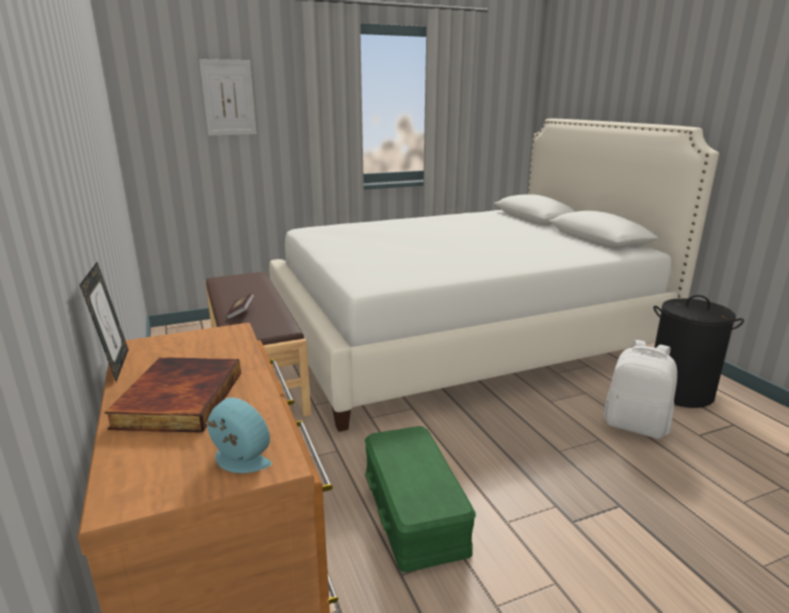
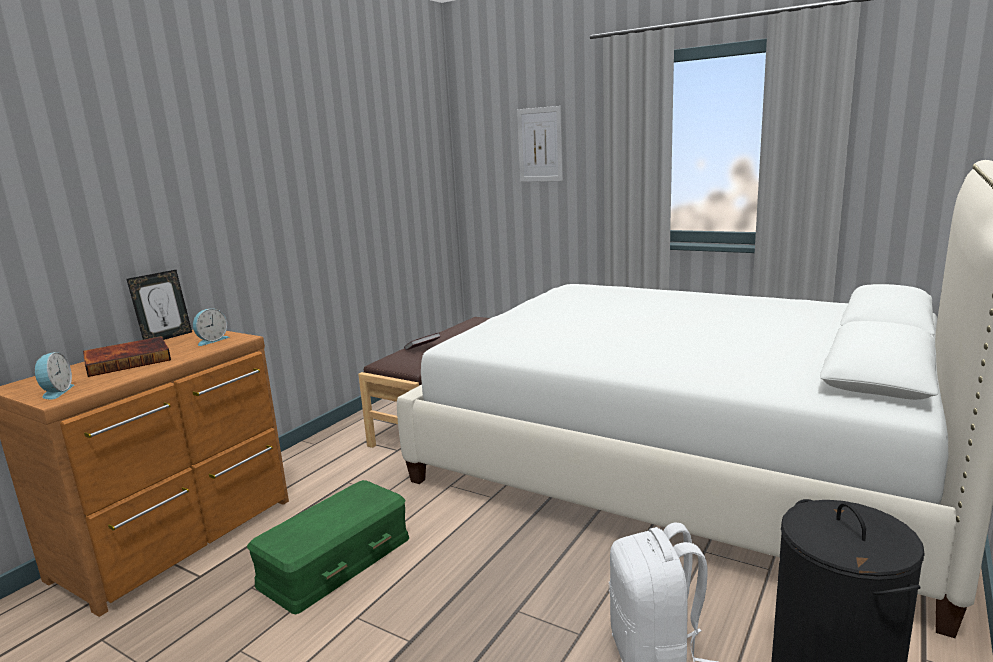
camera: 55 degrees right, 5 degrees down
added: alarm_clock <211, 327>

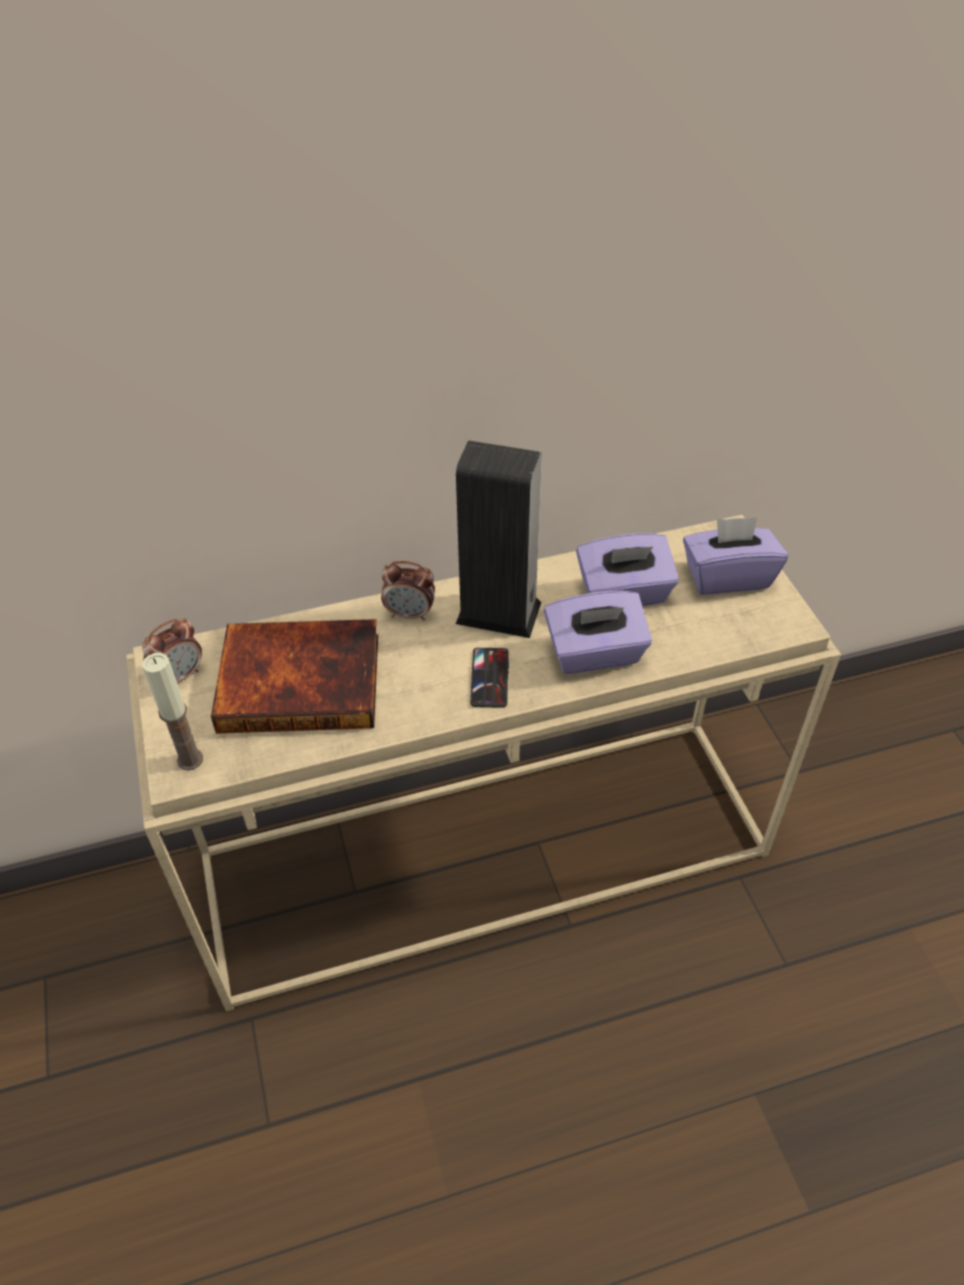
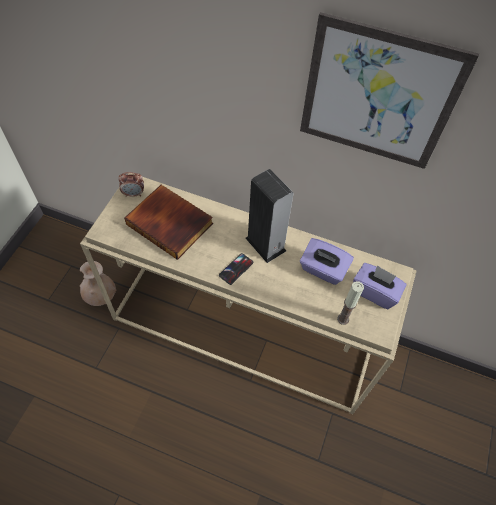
camera: 35 degrees right, 10 degrees up
removed: alarm_clock <408, 591>; purple_tissue_box <598, 632>
added: beige_vase <98, 283>; picture <389, 90>
moved: candle <172, 712> to <350, 303>

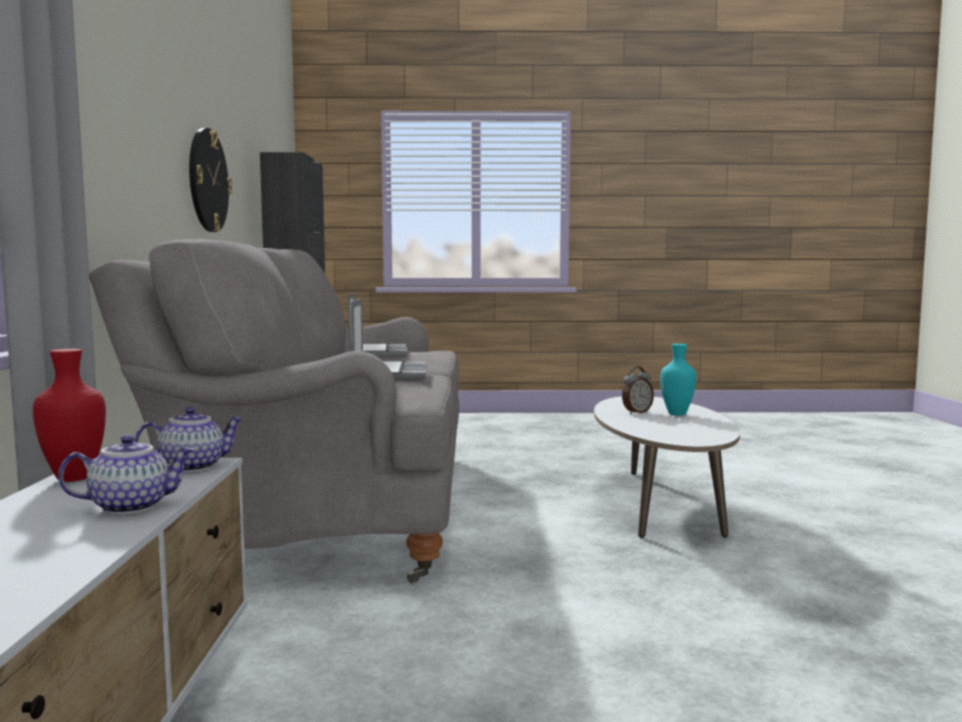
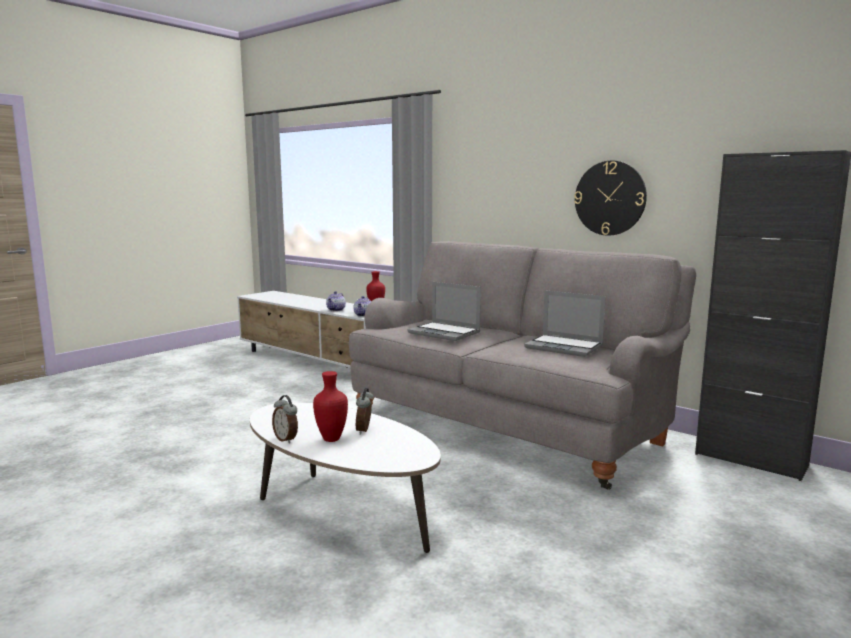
camera: 130 degrees right, 5 degrees up
added: alarm_clock <285, 419>
recoloured: turquoise_vase <678, 380> to red_vase <330, 406>

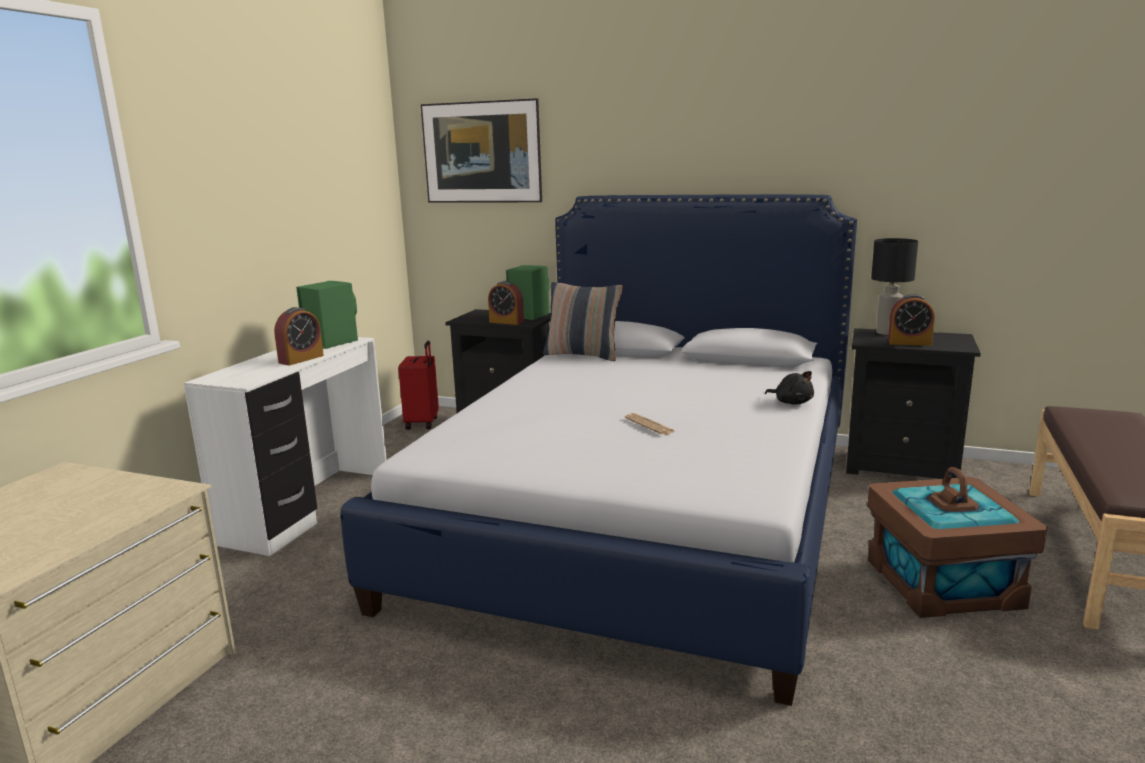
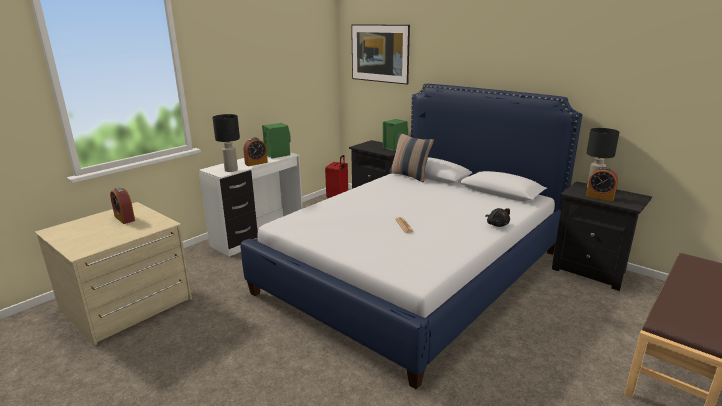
camera: 20 degrees right, 5 degrees up
removed: brown_storage_box <957, 542>
added: black_table_lamp <226, 143>
moved: alarm_clock <506, 303> to <122, 205>

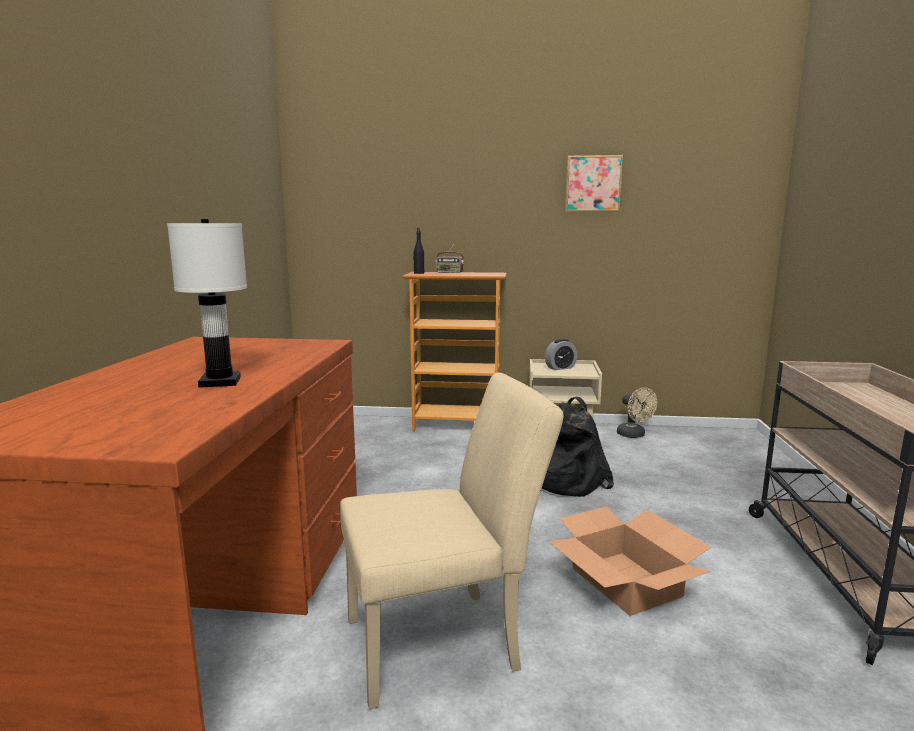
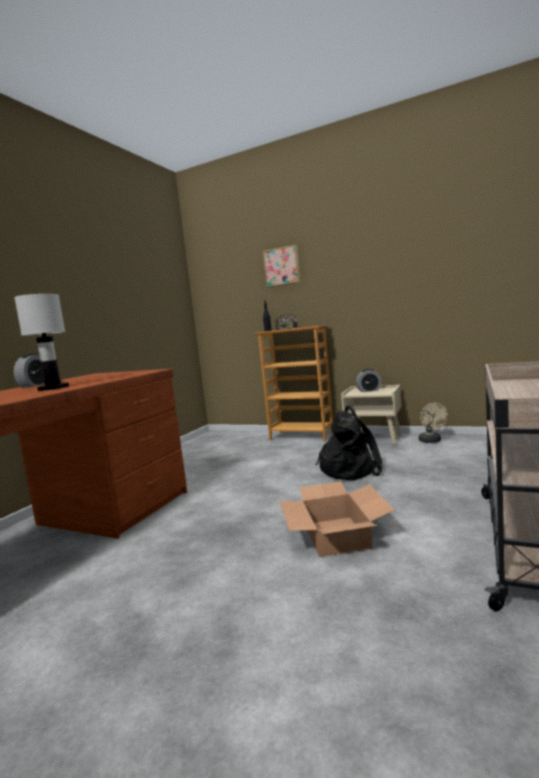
camera: 20 degrees right, 5 degrees down
removed: beige_chair <452, 541>
added: alarm_clock <29, 371>
moved: picture <594, 183> to <281, 266>

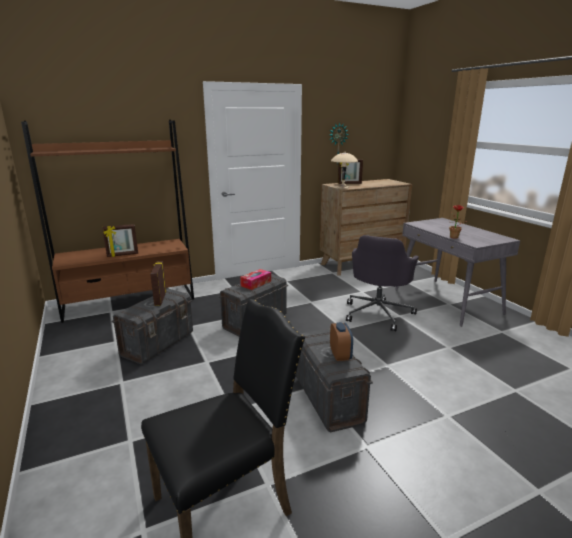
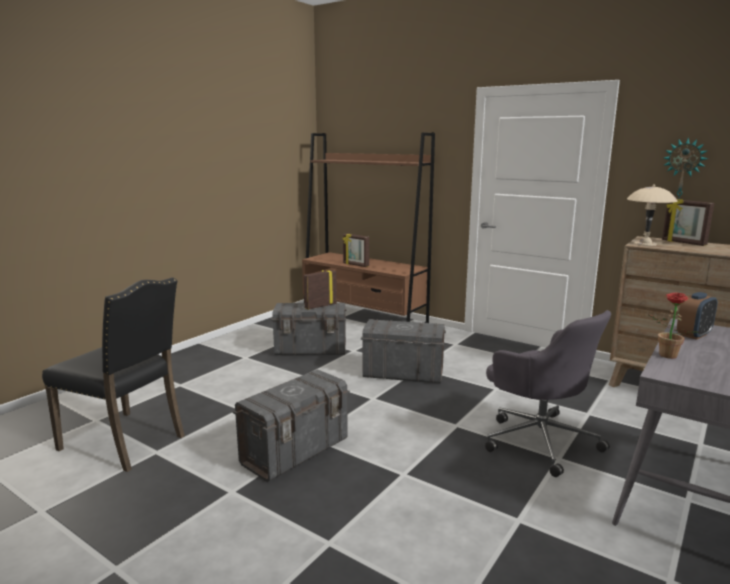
camera: 60 degrees right, 5 degrees down
removed: tissue_box <255, 279>
moved: alarm_clock <341, 341> to <697, 316>
turned: grey_office_chair <382, 283> = <548, 393> 120 degrees counterclockwise

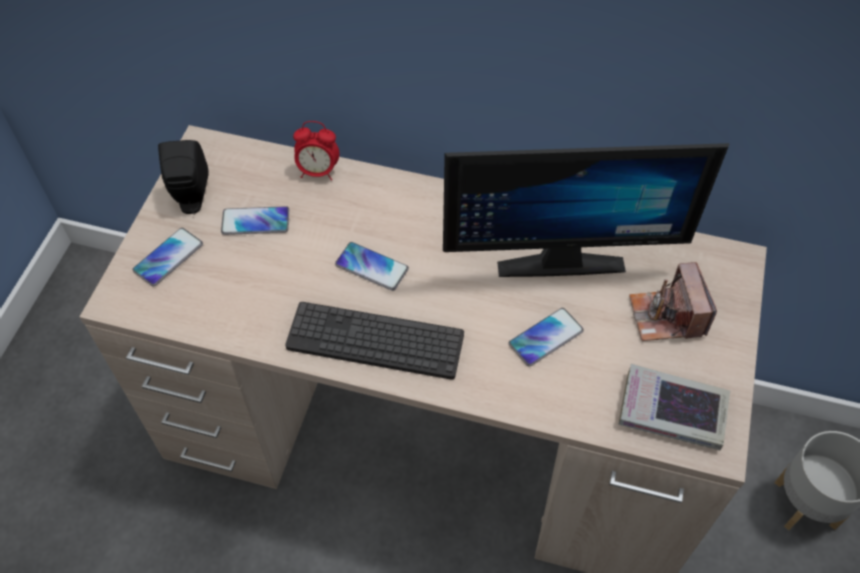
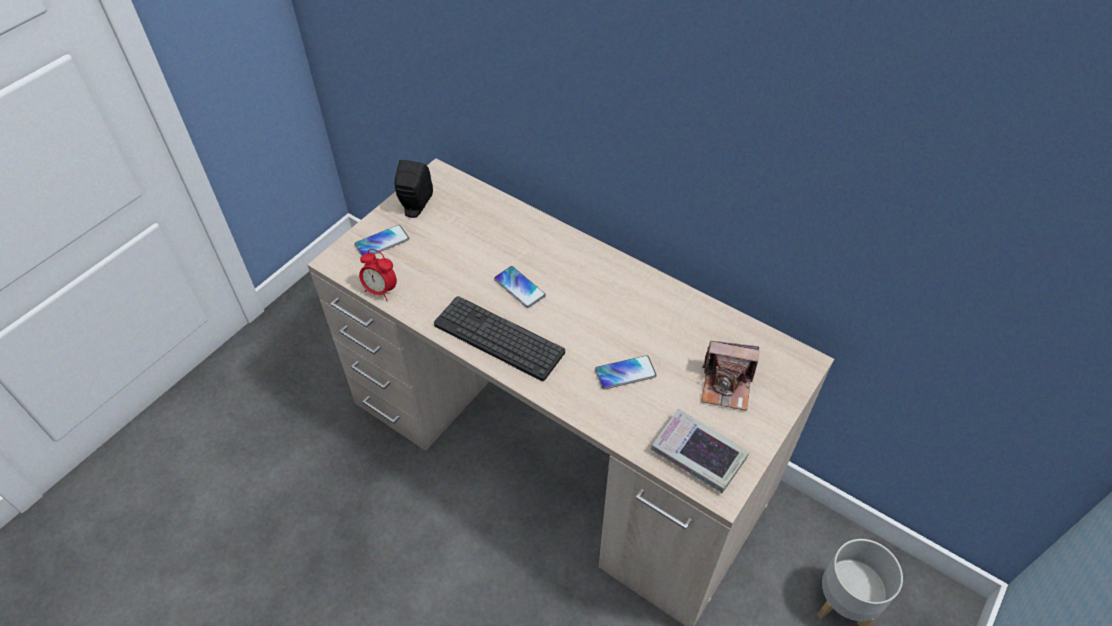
camera: 20 degrees right, 5 degrees down
removed: phone <255, 220>; monitor <586, 210>
moved: alarm_clock <316, 150> to <378, 275>
turned: photo_camera <673, 301> = <730, 376> 90 degrees counterclockwise

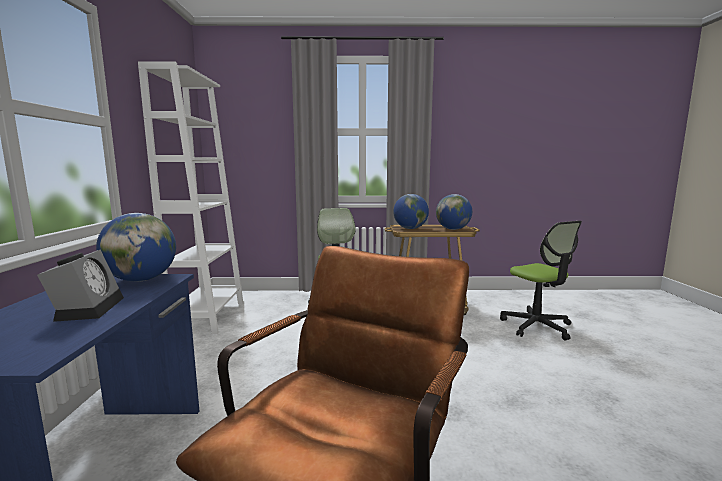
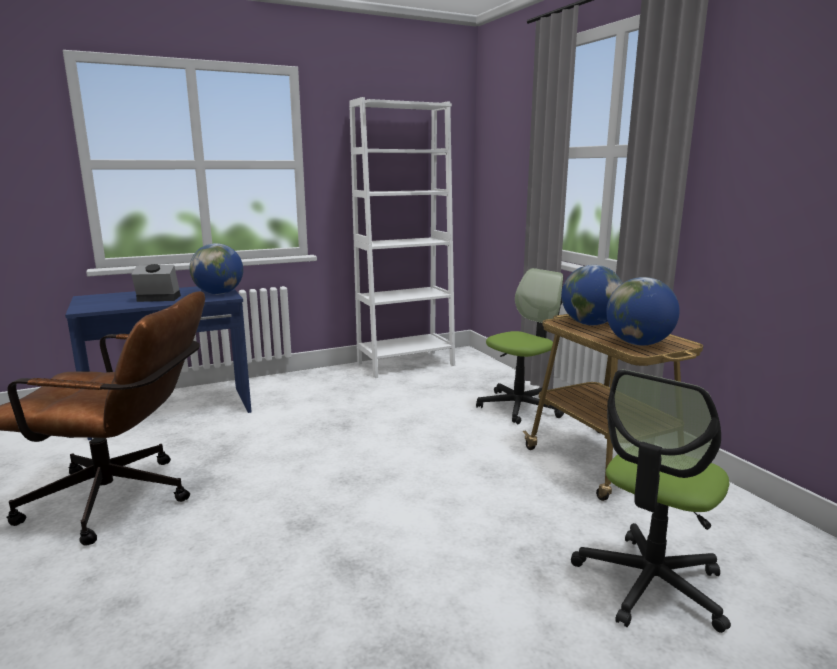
camera: 65 degrees right, 5 degrees up
turned: alarm_clock <80, 285> = <156, 283> 150 degrees counterclockwise

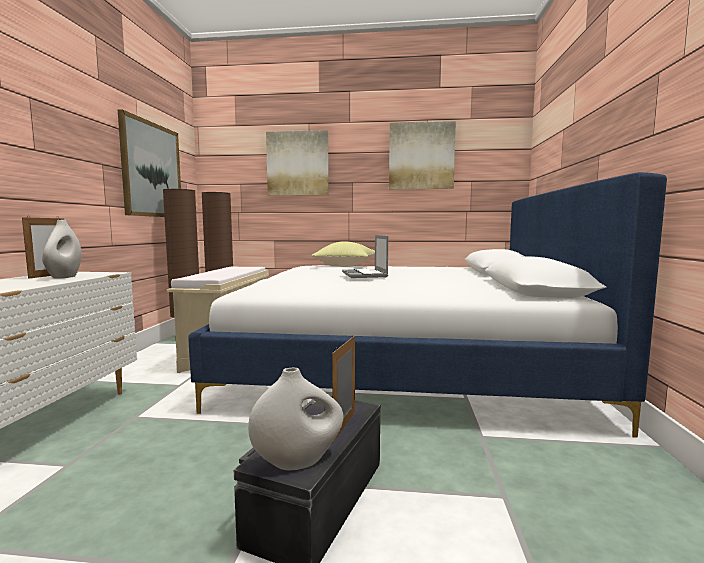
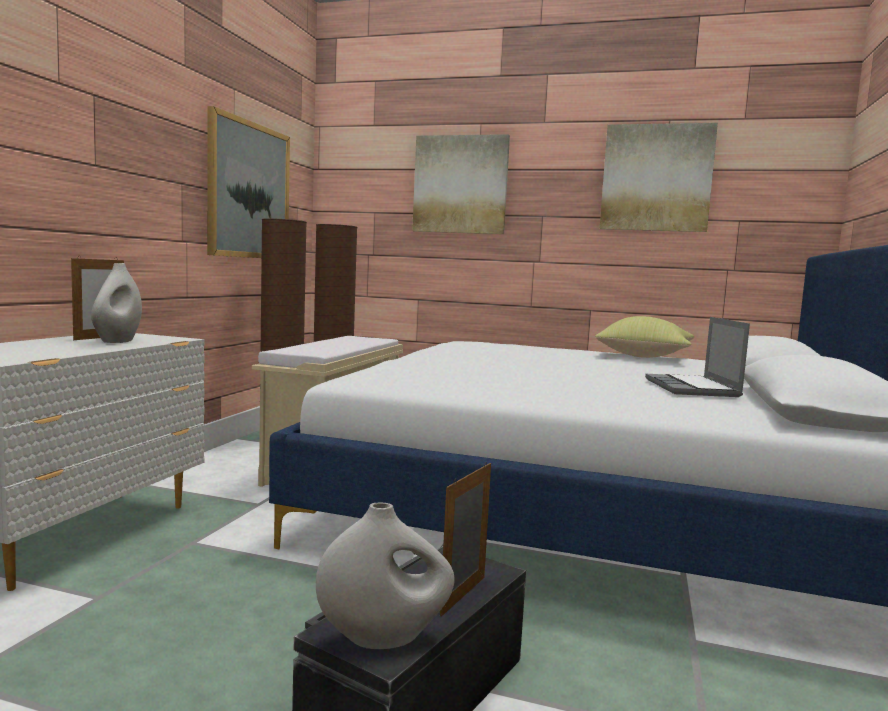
camera: 10 degrees right, 0 degrees up
moved: yellow_pillow <343, 254> to <644, 337>; laptop <365, 256> to <697, 357>

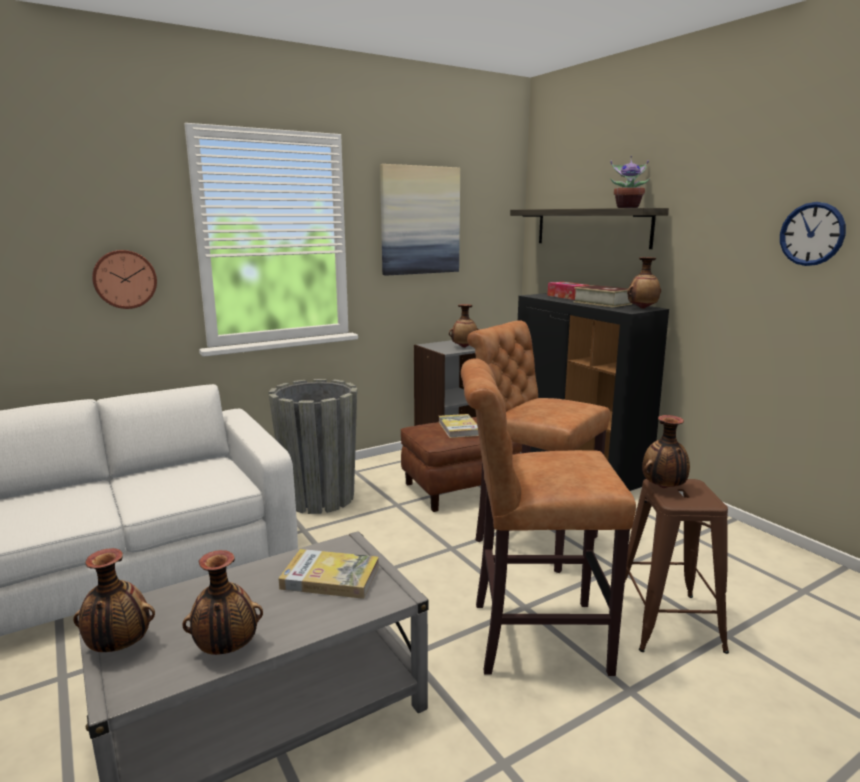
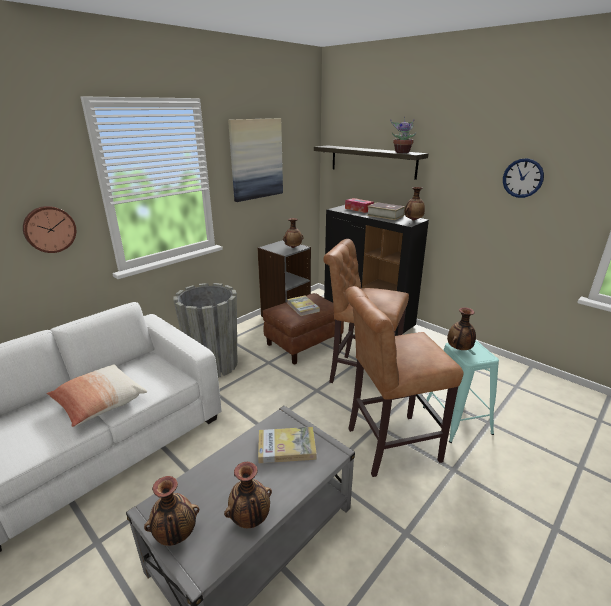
camera: 15 degrees left, 10 degrees up
added: pillow <96, 395>
recoloured: brown_stool <677, 566> to turquoise_stool <461, 392>

